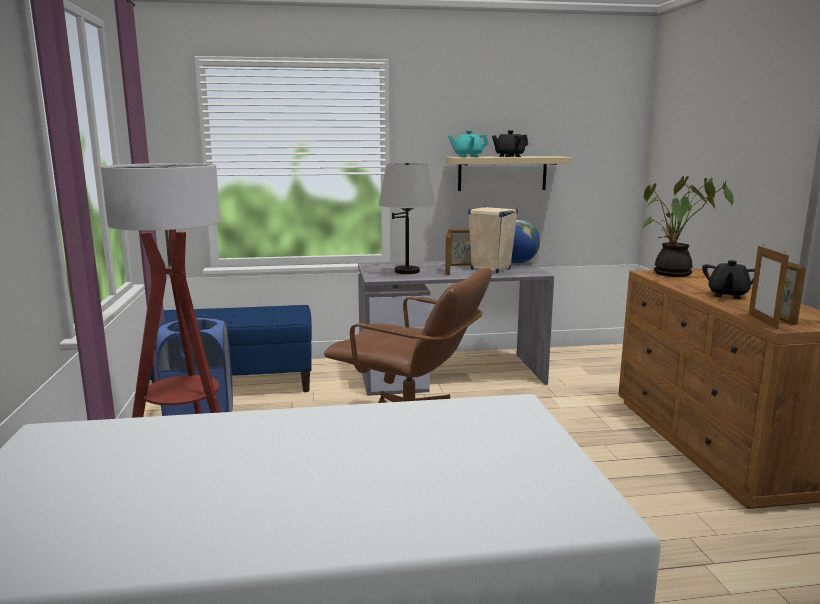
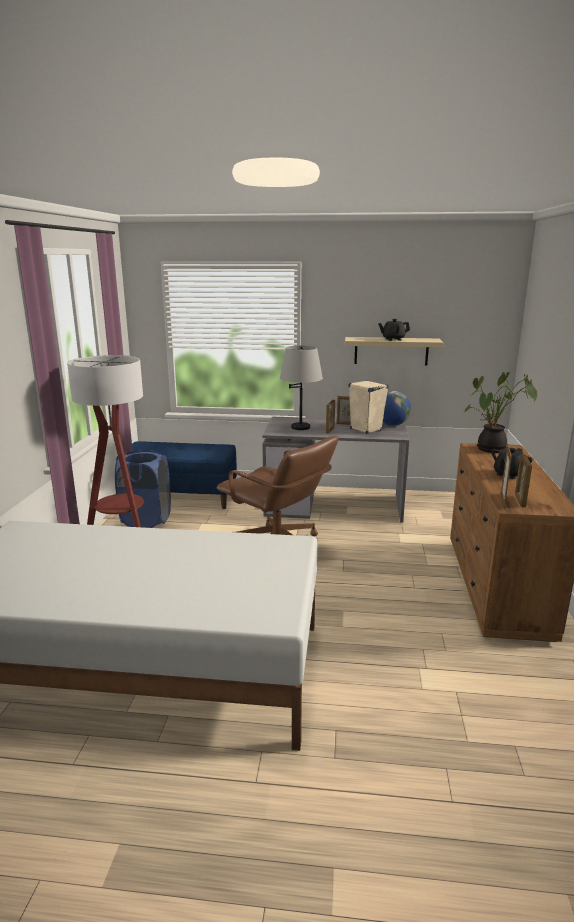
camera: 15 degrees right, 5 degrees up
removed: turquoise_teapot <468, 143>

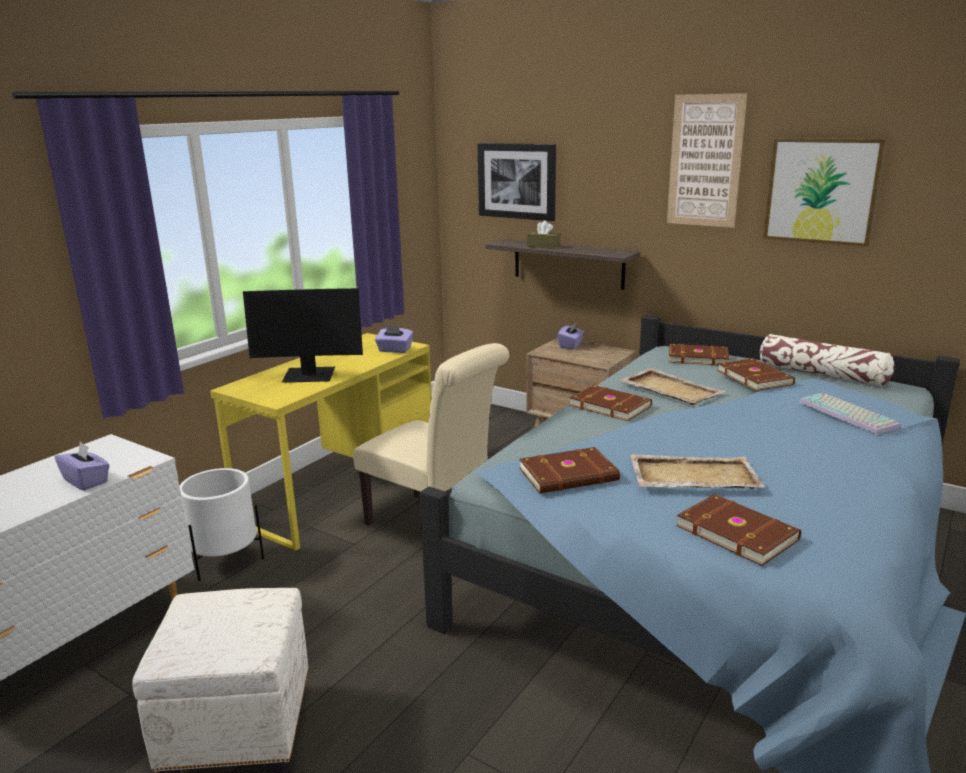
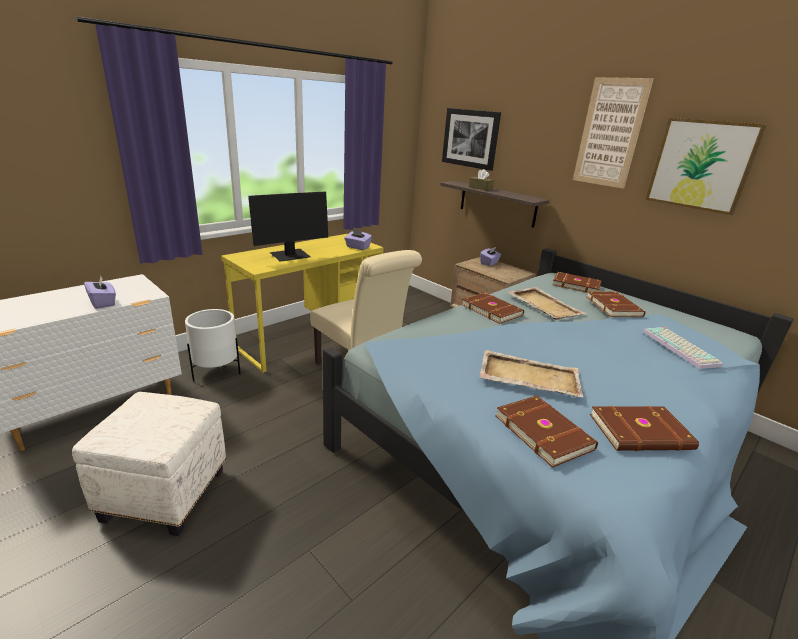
camera: 10 degrees right, 5 degrees up
removed: pillow <827, 360>
moved: brown_book <569, 470> to <644, 428>
turned: monitor <303, 335> = <288, 227> 45 degrees counterclockwise

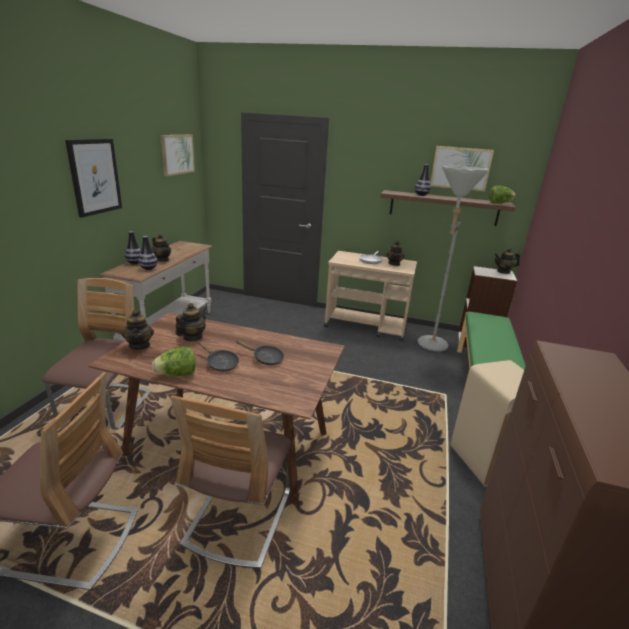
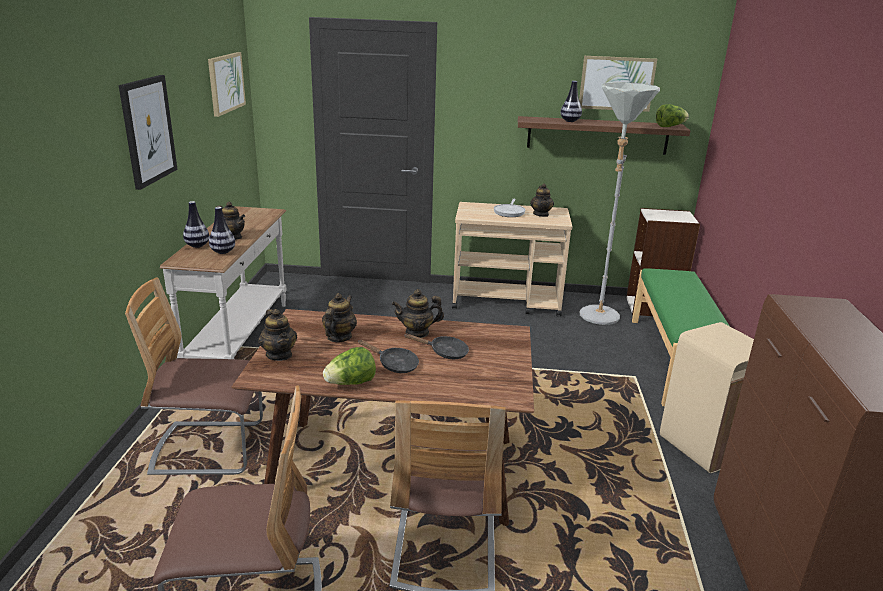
camera: 10 degrees left, 0 degrees up
moved: teapot <507, 261> to <418, 313>
turned: chair <97, 354> = <194, 376> 90 degrees counterclockwise

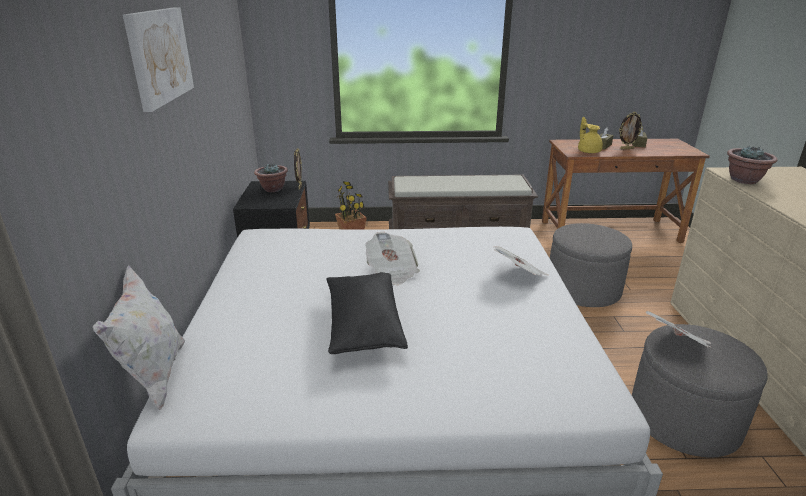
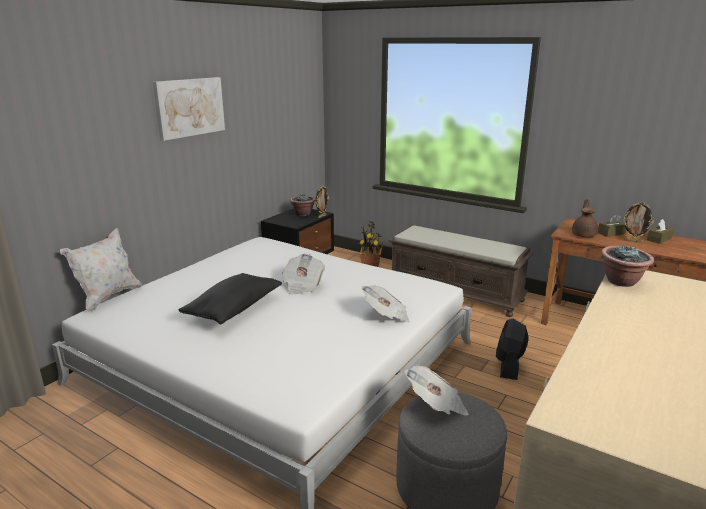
camera: 35 degrees right, 5 degrees down
replaced: grey_ottoman <591, 265> to black_fan <512, 349>
recoloured: yellow_teapot <590, 135> to brown_teapot <585, 218>

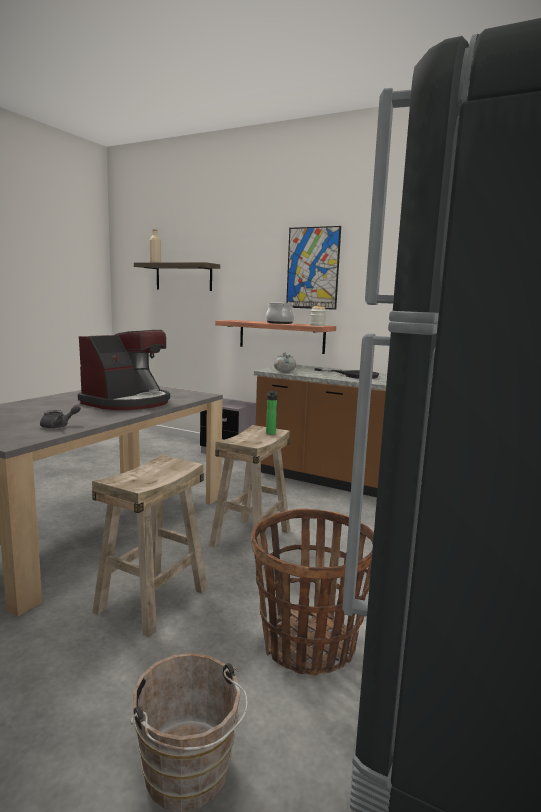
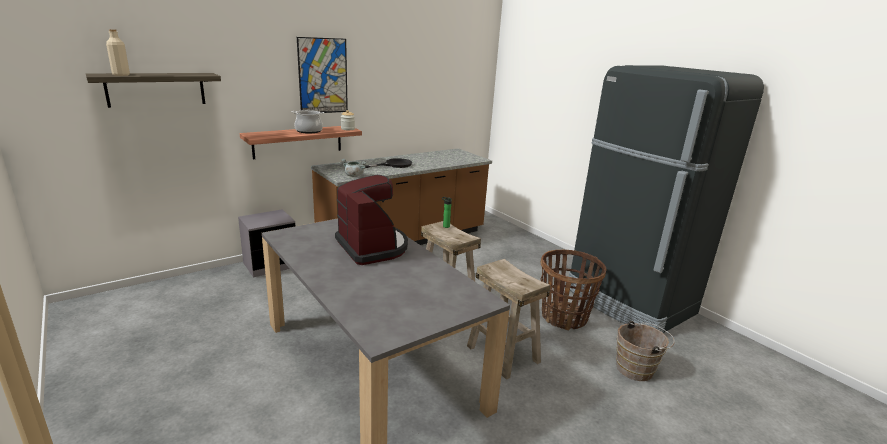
camera: 65 degrees left, 10 degrees up
removed: grey_teapot <60, 417>

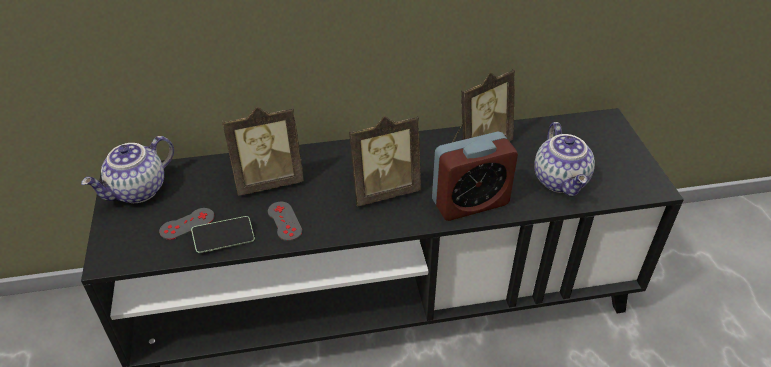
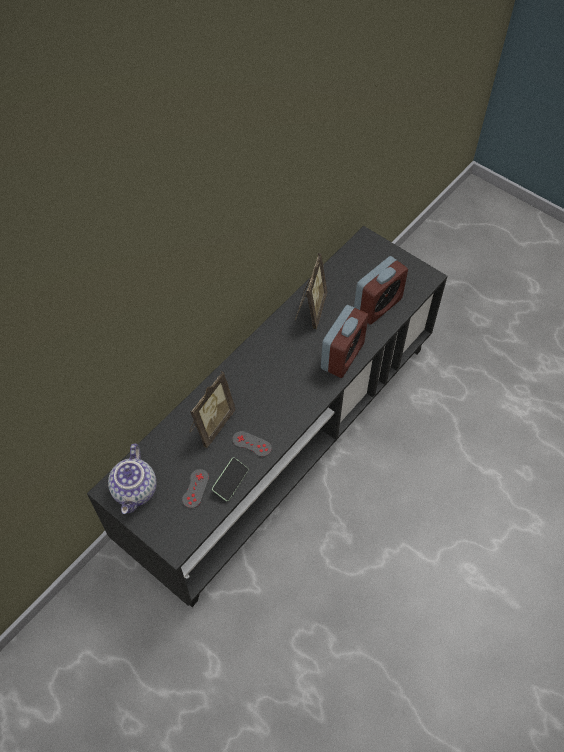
camera: 40 degrees left, 15 degrees up
removed: picture_frame <385, 161>
replaced: teapot <564, 159> to alarm_clock <381, 290>

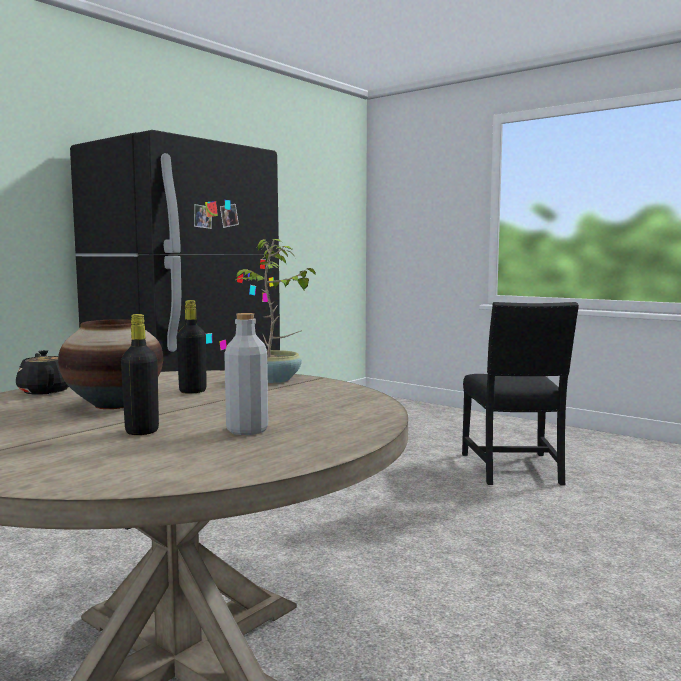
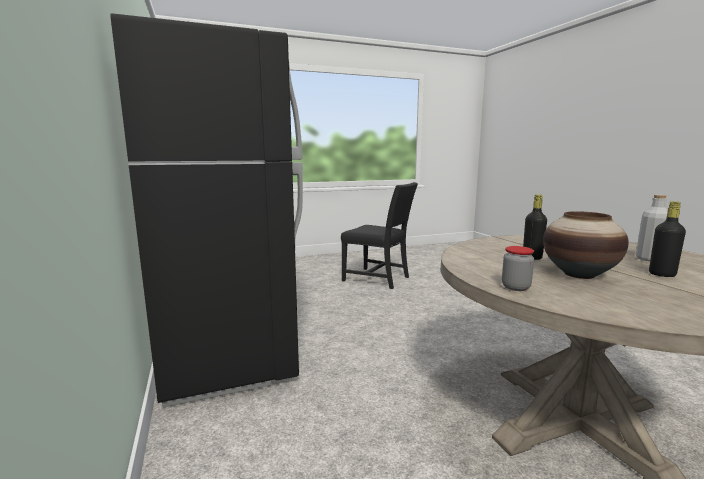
camera: 60 degrees left, 5 degrees up
removed: potted_plant <275, 311>
replaced: black_teapot <42, 372> to jar <518, 268>

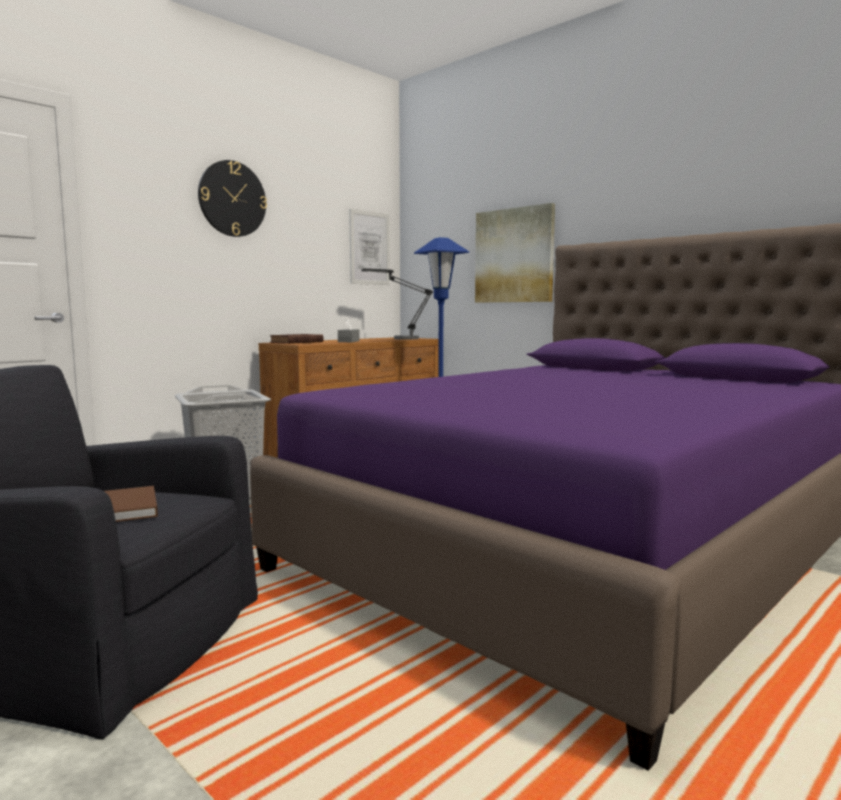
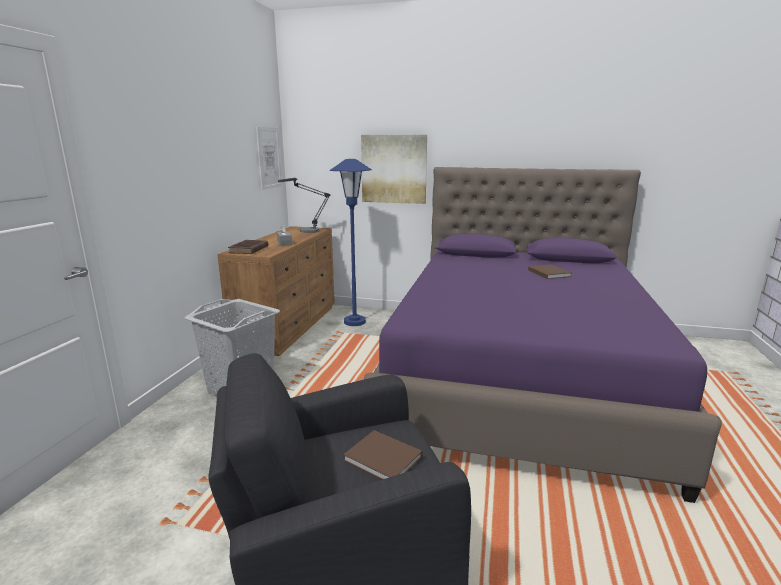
camera: 30 degrees left, 10 degrees up
removed: wall_clock <232, 198>
added: brown_book <549, 272>

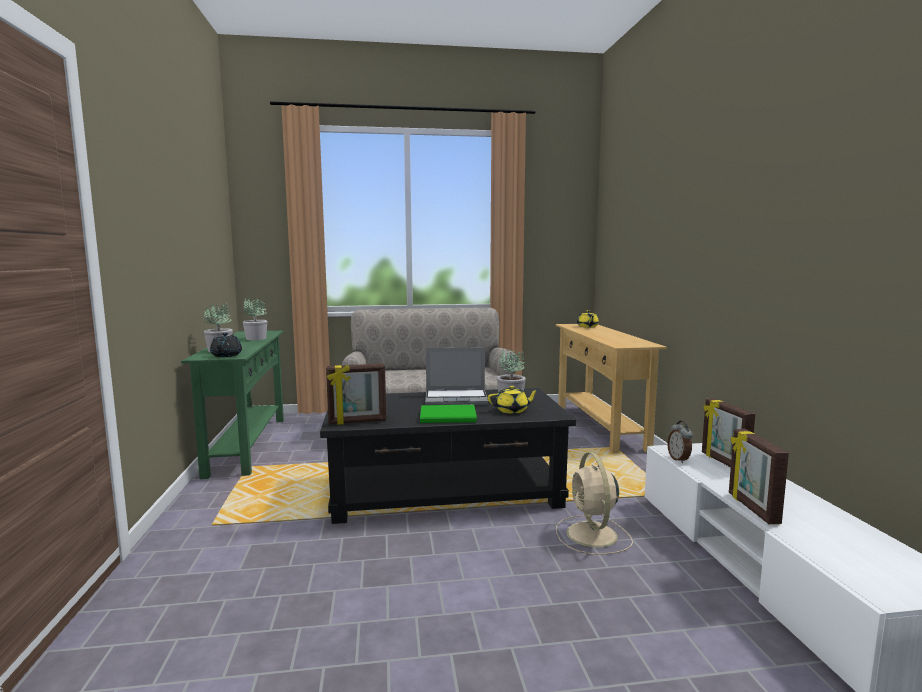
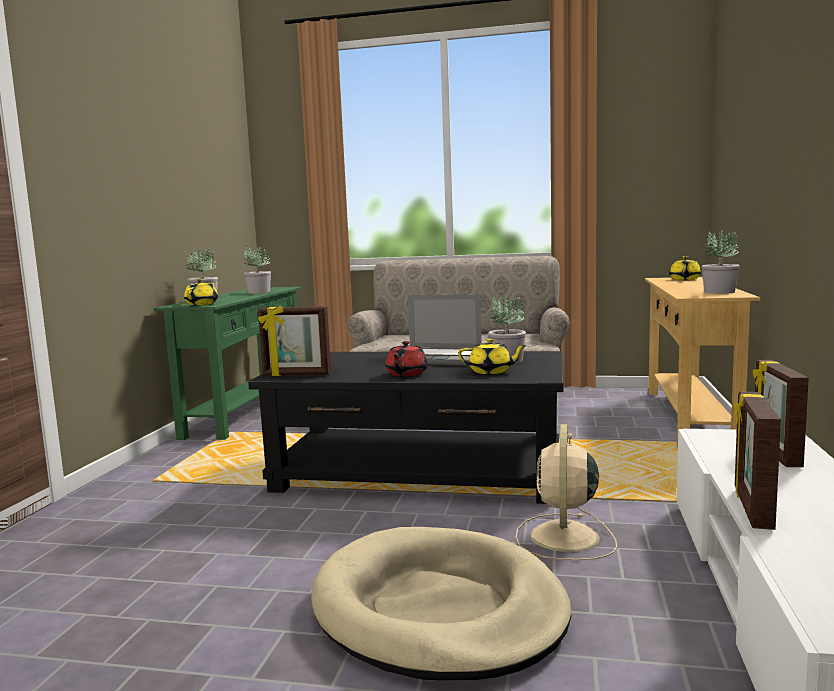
camera: 20 degrees right, 0 degrees up
removed: alarm_clock <680, 442>
added: beige_dog_bed <441, 603>; potted_plant <720, 262>
replaced: green_book <448, 414> to red_teapot <406, 359>
recoloured: black_teapot <226, 345> to yellow_teapot <201, 292>

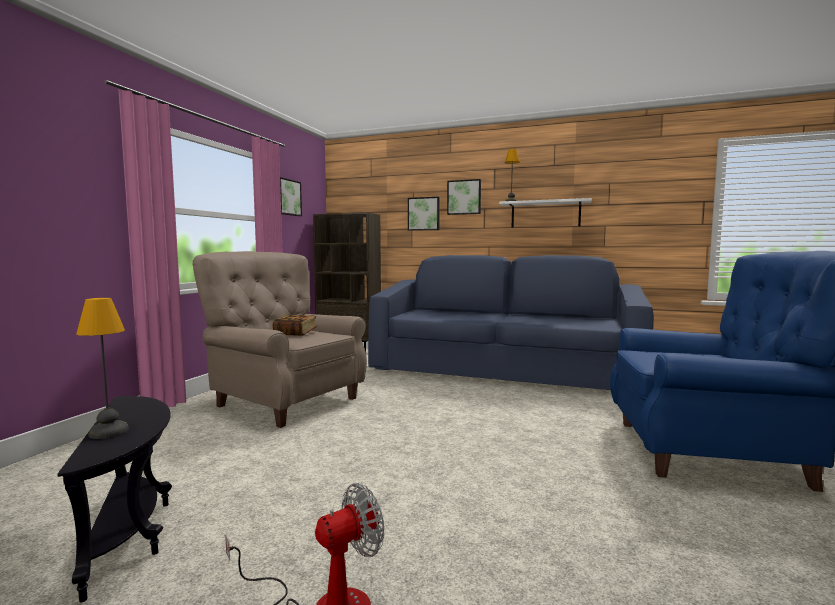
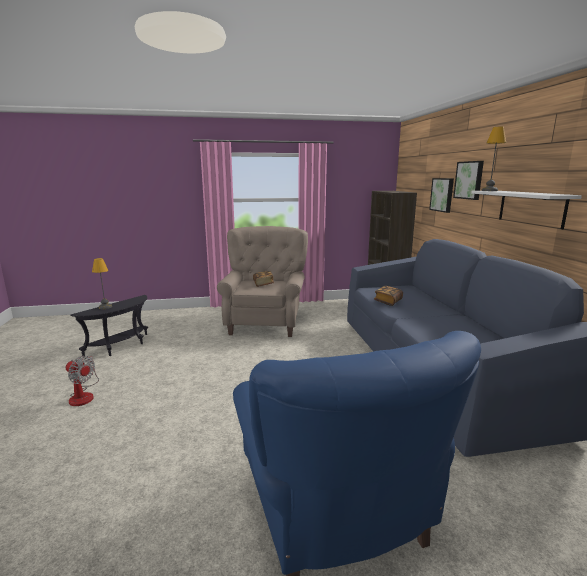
camera: 60 degrees right, 10 degrees up
removed: picture <291, 196>
added: book <388, 296>

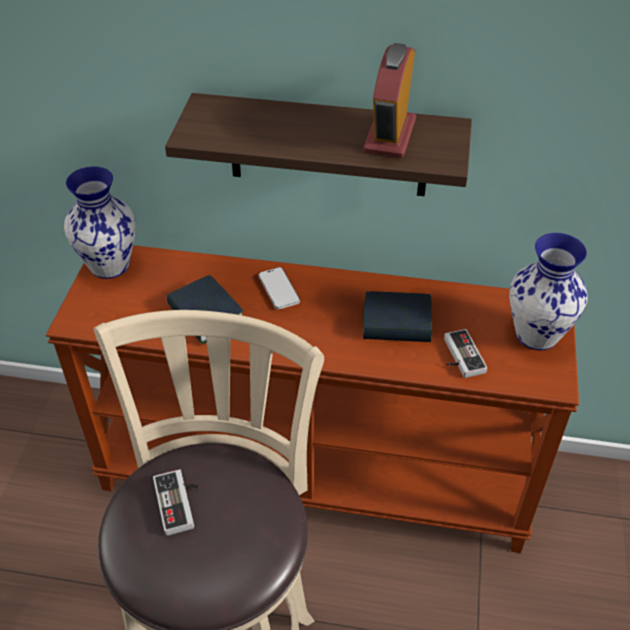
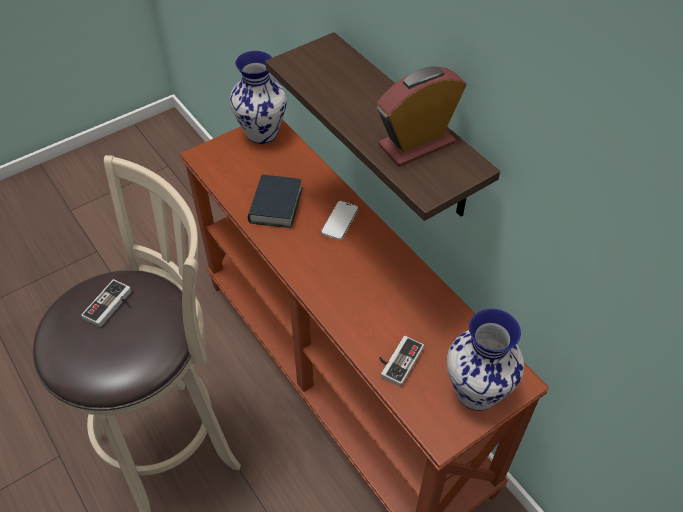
camera: 45 degrees right, 5 degrees up
removed: book <397, 316>

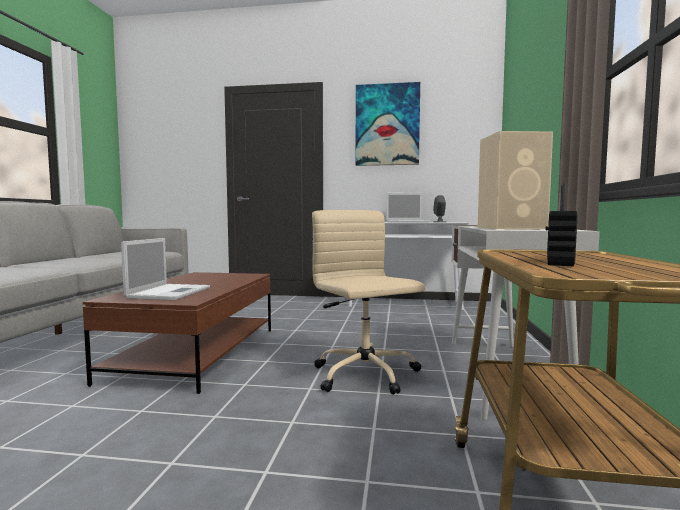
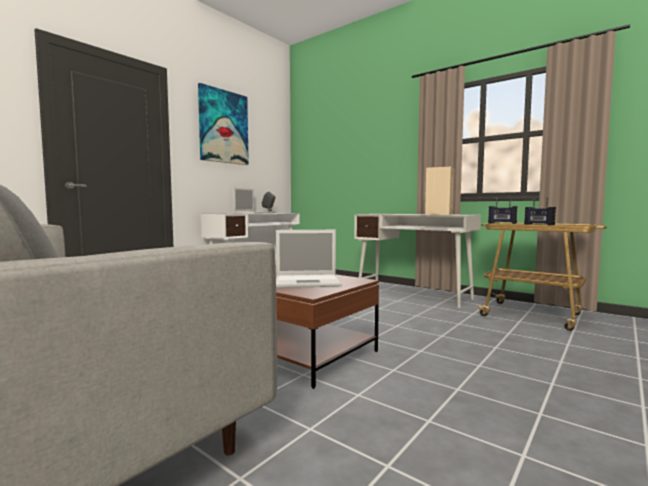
camera: 60 degrees left, 0 degrees up
removed: beige_office_chair <368, 302>
added: radio <503, 210>
turned: laptop <165, 269> = <309, 259> 135 degrees clockwise

